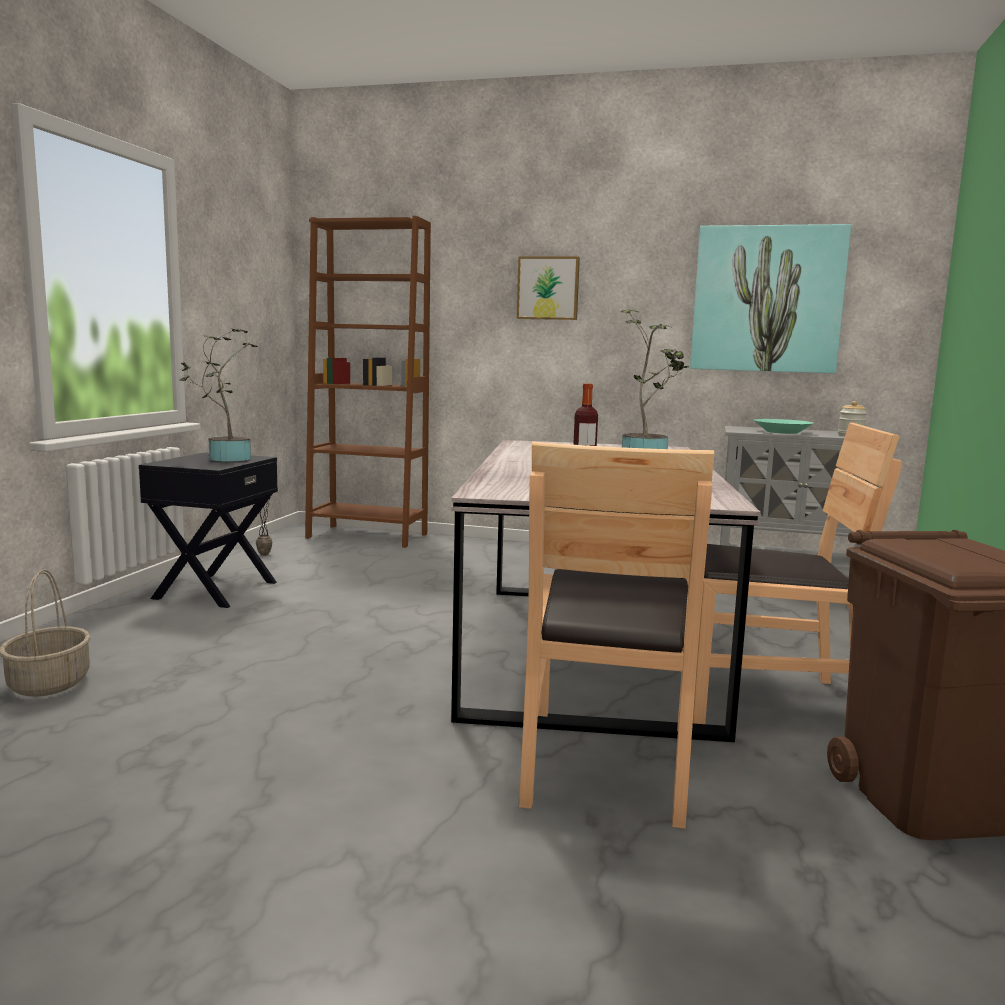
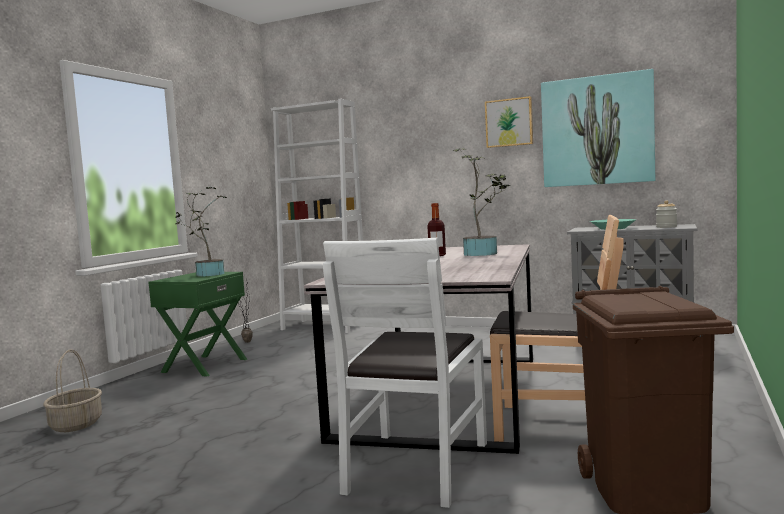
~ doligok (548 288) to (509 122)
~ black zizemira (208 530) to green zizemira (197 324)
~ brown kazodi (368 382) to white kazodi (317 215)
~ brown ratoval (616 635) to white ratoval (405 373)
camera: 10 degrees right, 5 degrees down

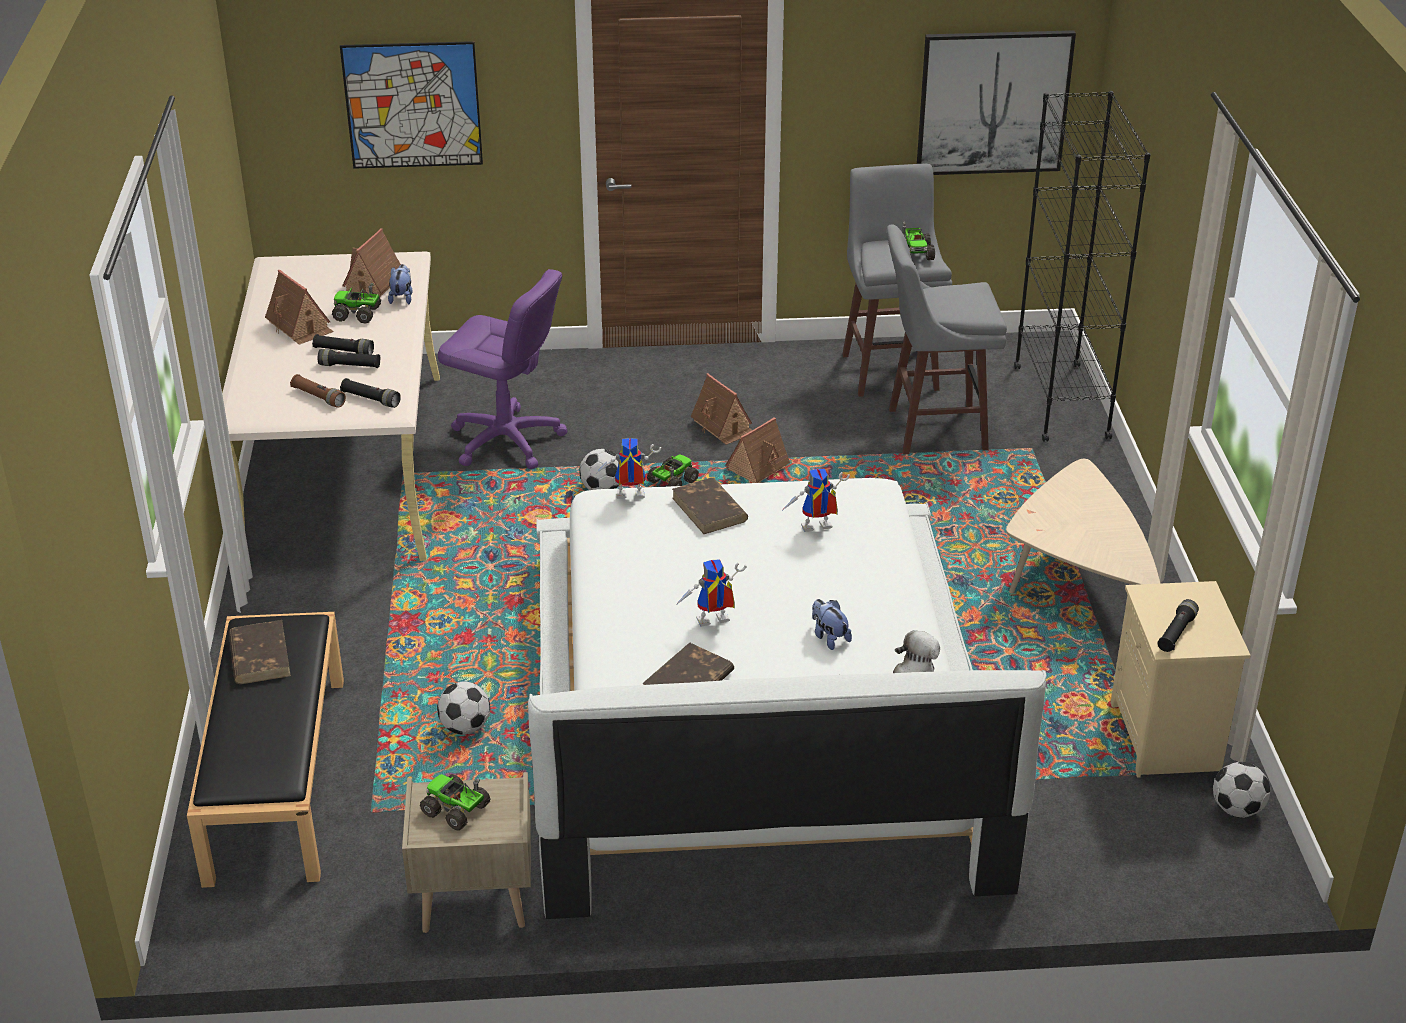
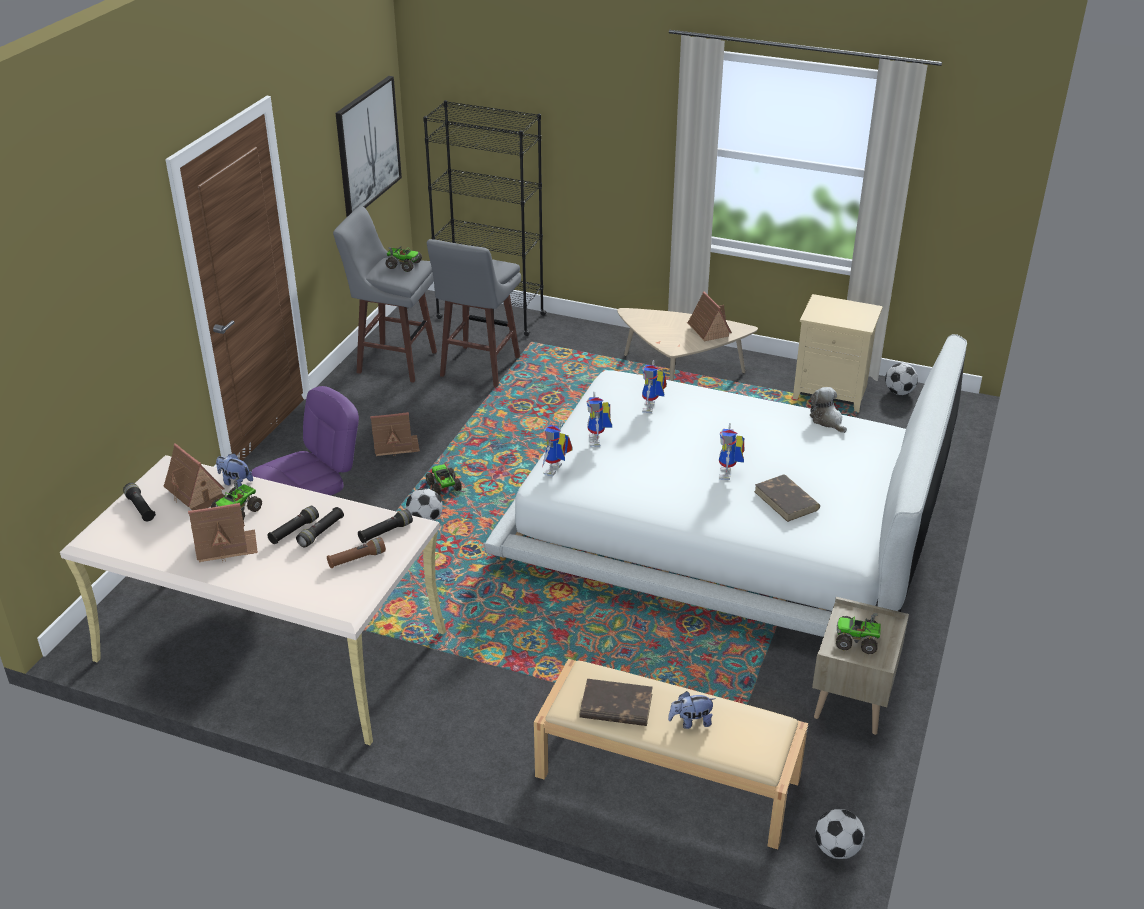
- doligok (411 105)
~ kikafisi (463 708) to (840 834)
~ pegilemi (757 450) to (709 316)
~ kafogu (832 624) to (692 710)
~ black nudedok (1178 625) to (139 502)
~ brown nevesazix (710 505) to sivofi (599 419)
~ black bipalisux (265 750) to beige bipalisux (671 754)
~ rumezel (455 802) = (858 633) 45 degrees clockwise
camera: 65 degrees left, 0 degrees up

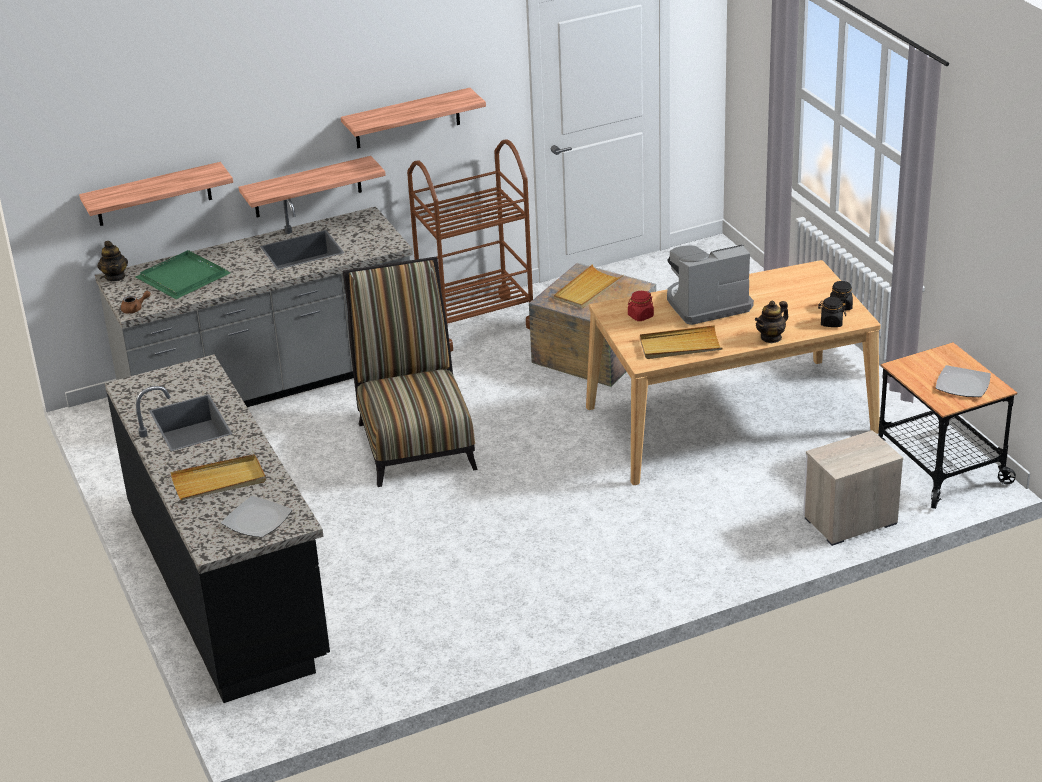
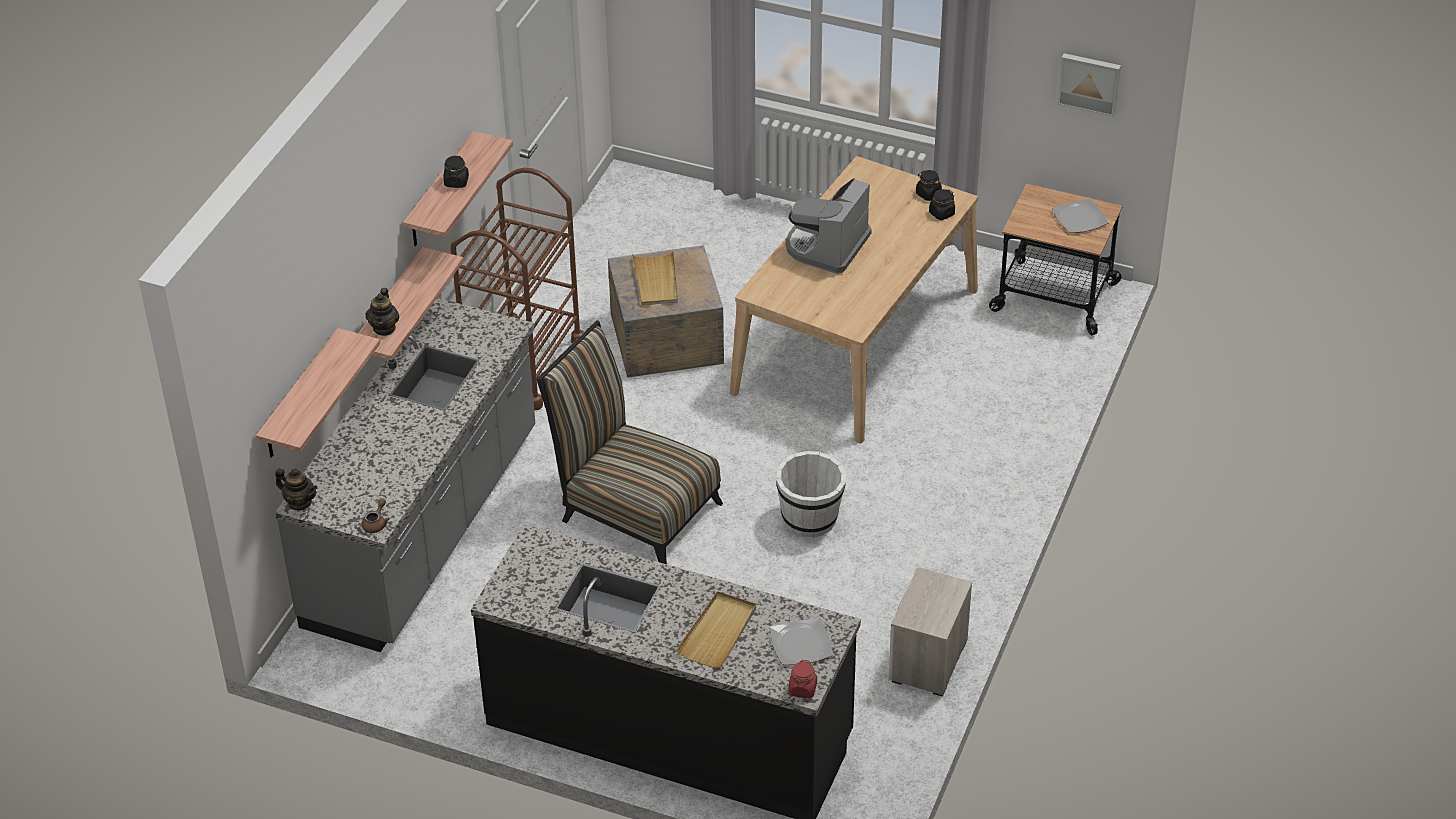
- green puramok (183 274)
- beige puramok (681 342)
+ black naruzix (456 171)
+ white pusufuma (811 494)
+ doligok (1089 85)
~ red naruzix (641 306) to (803 679)
~ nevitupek (772 322) to (383 312)
~ zizemira (853 488) to (930 632)
camera: 45 degrees left, 10 degrees up

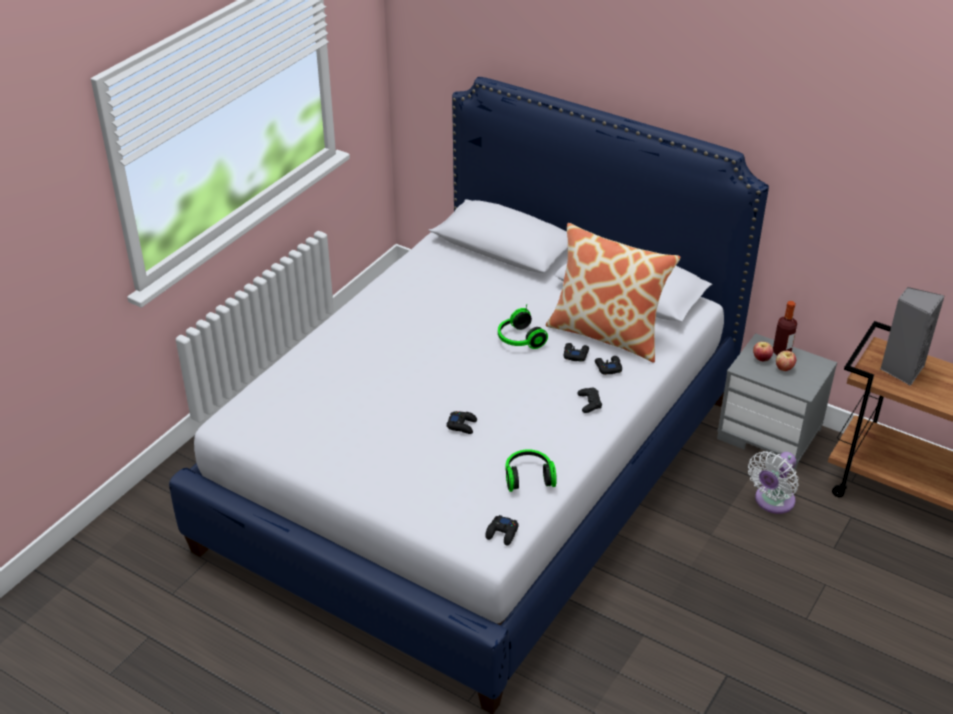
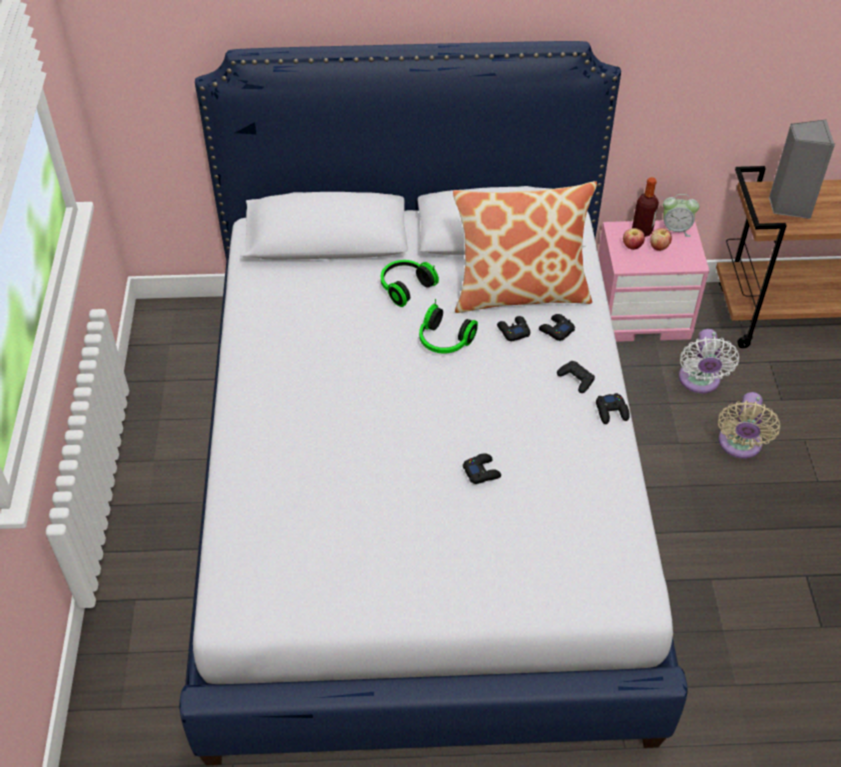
+ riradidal (681 215)
+ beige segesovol (749 425)
~ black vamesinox (502 530) to (613 408)
~ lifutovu (531 470) to (410 283)
~ grey zizemira (777 401) to pink zizemira (654 281)
camera: 35 degrees left, 10 degrees up

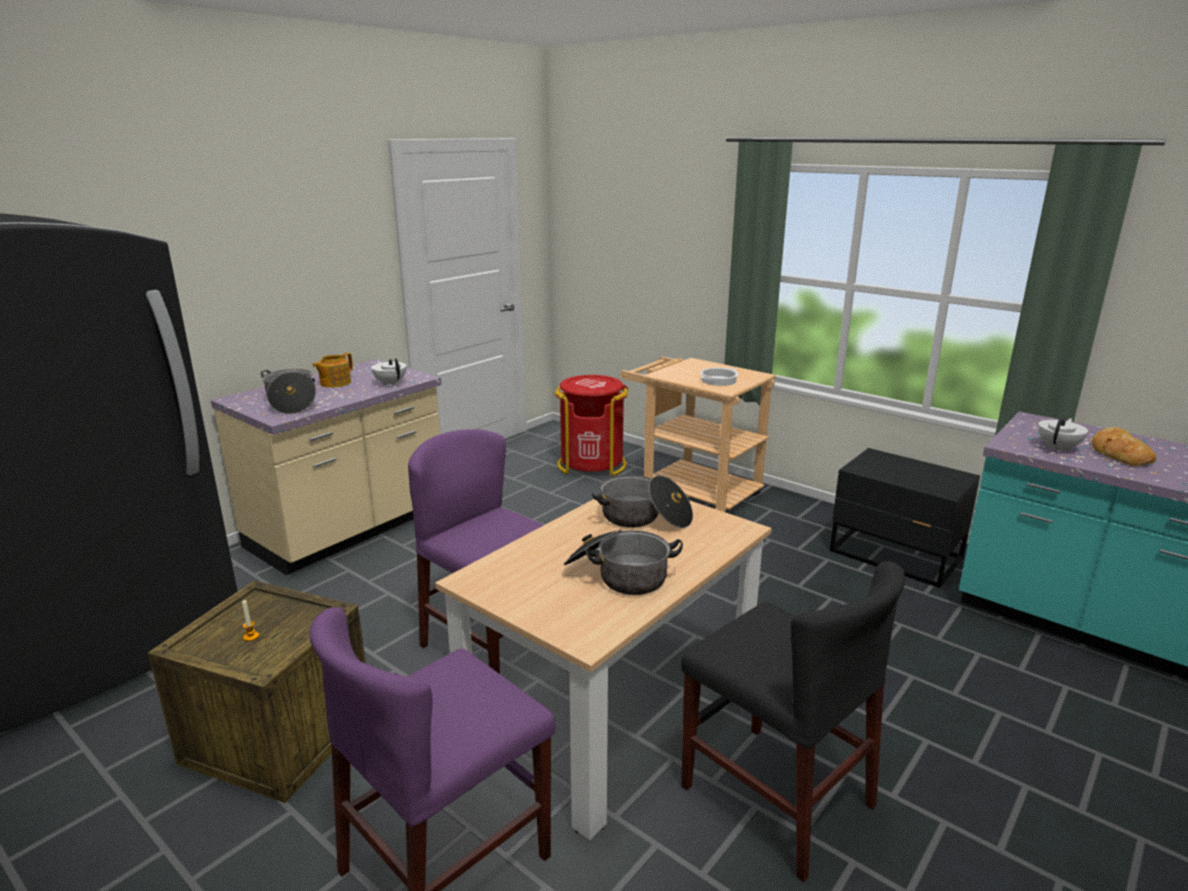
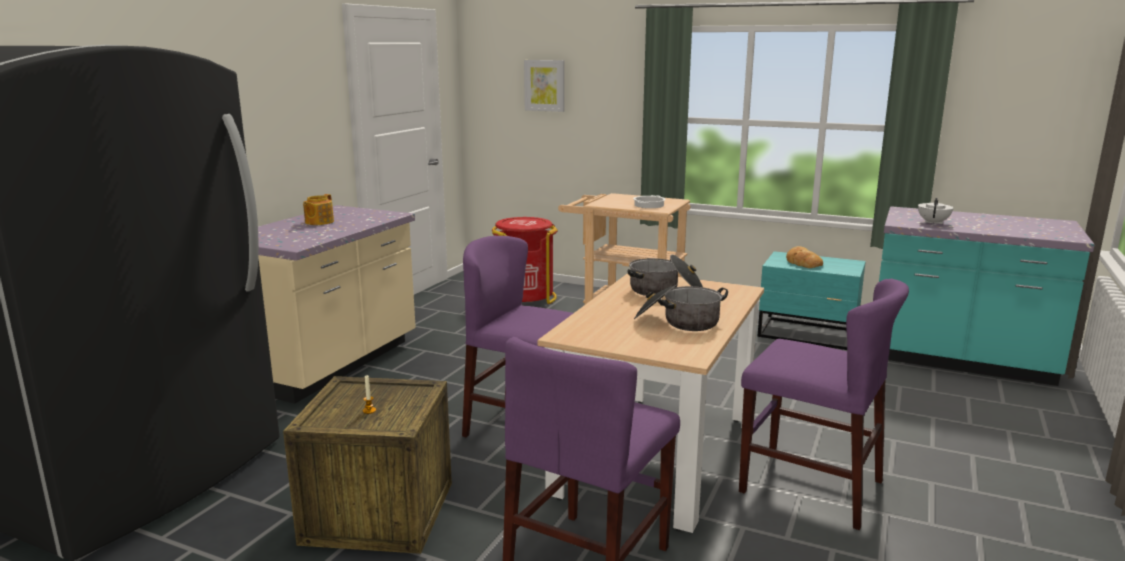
- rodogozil (288 391)
- white nevitupek (388 372)
+ doligok (544 86)
~ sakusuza (1124 446) to (804 257)
~ black ratoval (793 721) to purple ratoval (824 404)
~ black zizemira (905 518) to turquoise zizemira (811 300)
camera: 15 degrees left, 5 degrees down

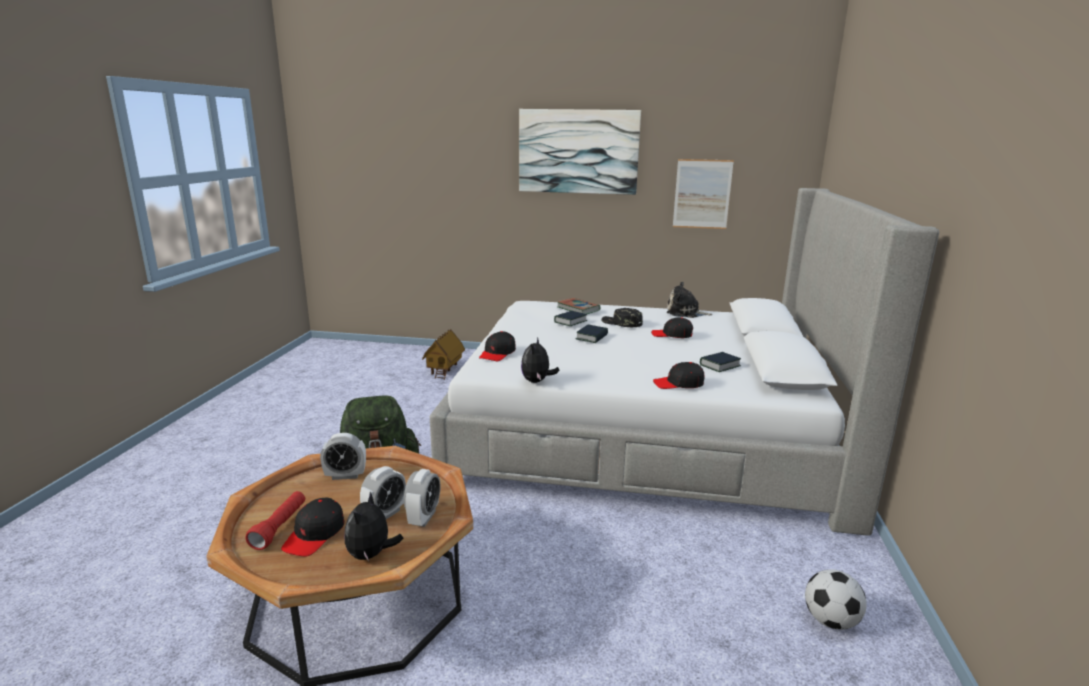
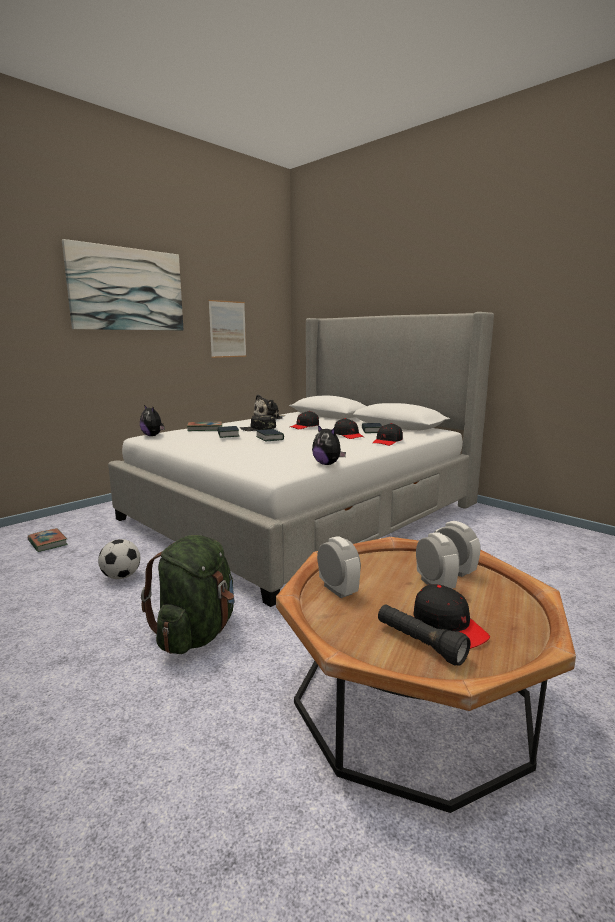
~ kafogu (374 526) to (152 420)
~ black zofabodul (497 346) to (349 428)
~ kikafisi (836 599) to (119 559)
~ pegilemi (443 354) to nevesazix (47 540)
~ red nudedok (275 520) to black nudedok (424 635)
~ riradidal (343 456) = (339 567) 60 degrees counterclockwise
camera: 55 degrees left, 5 degrees down

